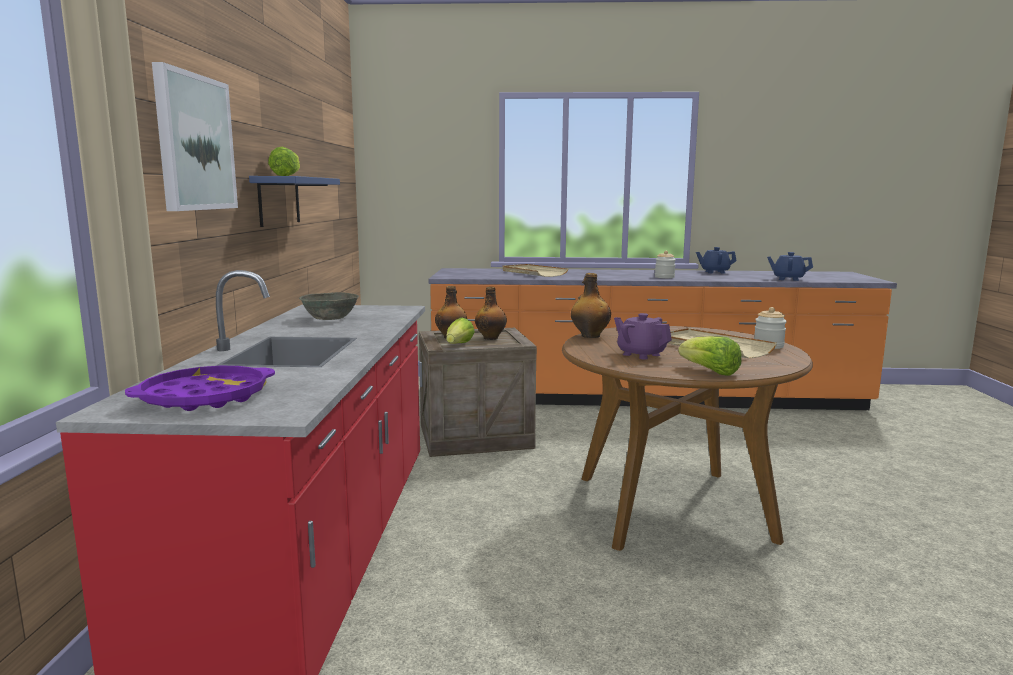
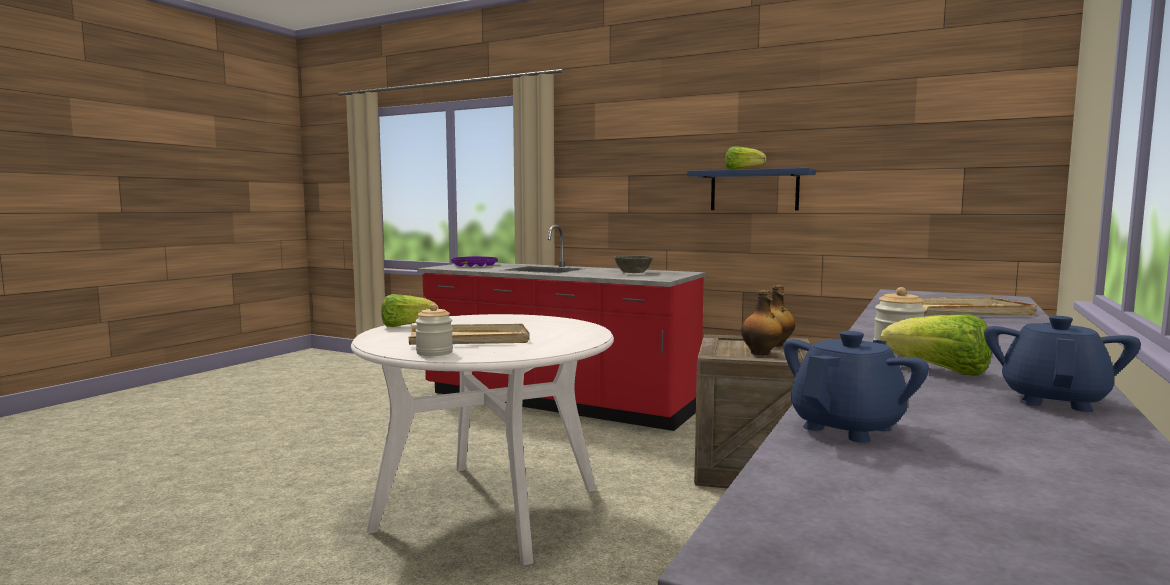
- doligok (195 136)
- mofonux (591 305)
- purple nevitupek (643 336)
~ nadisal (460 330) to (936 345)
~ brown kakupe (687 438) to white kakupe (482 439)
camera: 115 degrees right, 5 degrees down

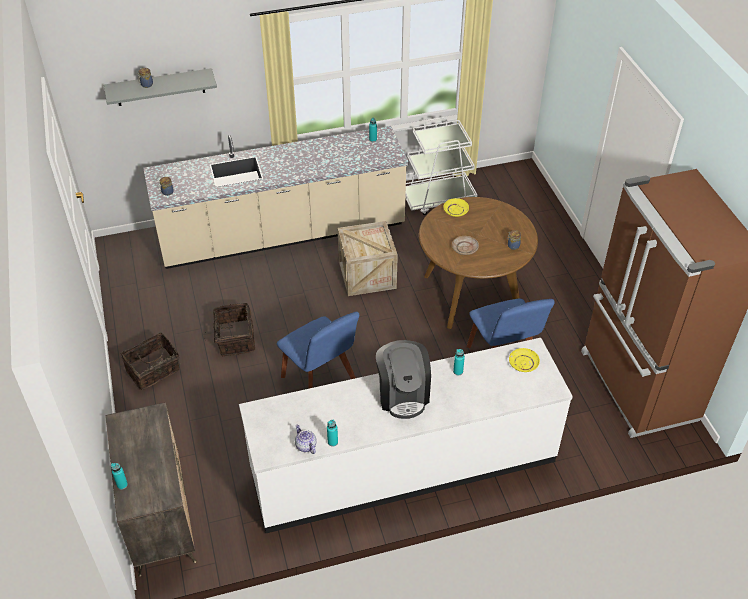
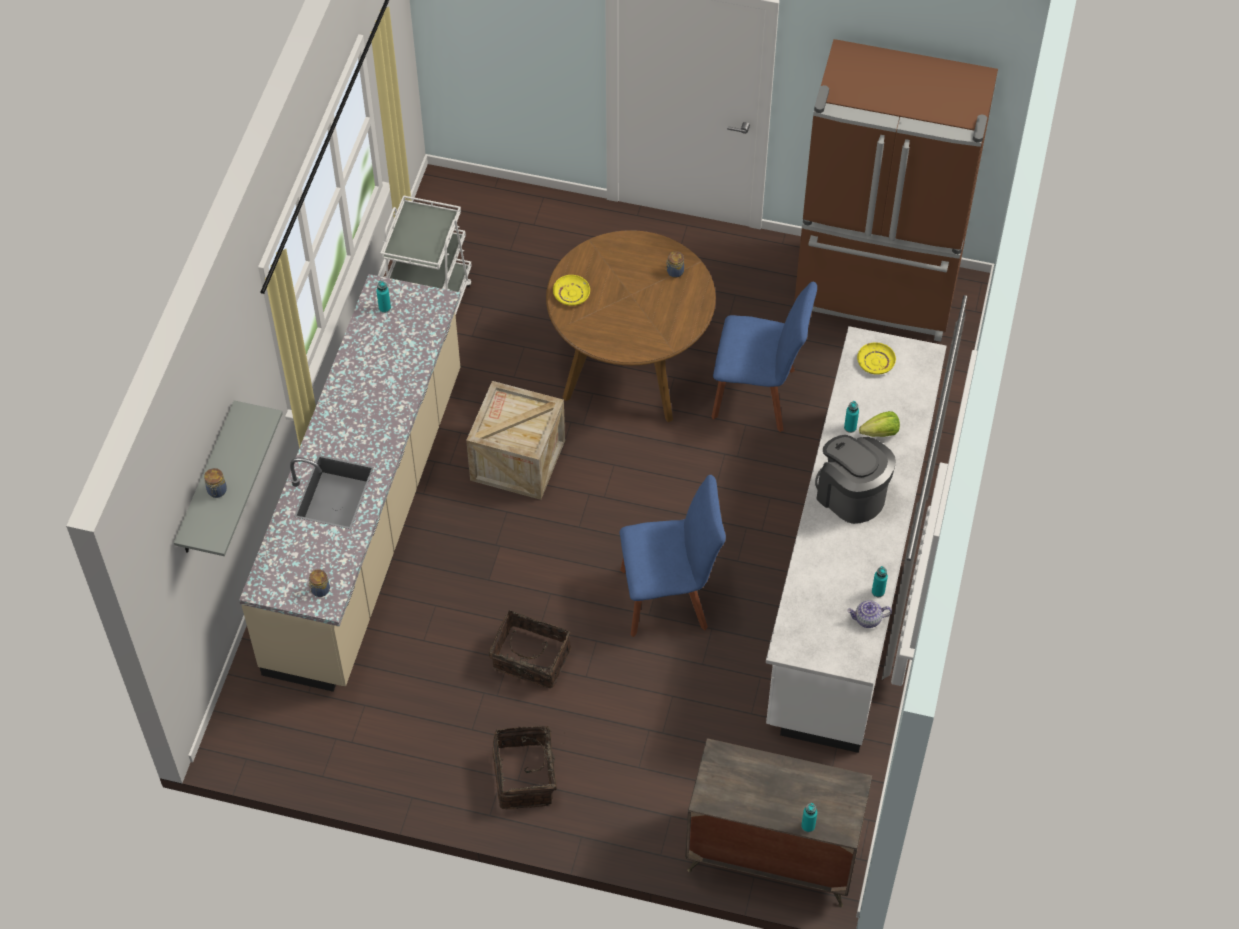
- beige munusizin (465 245)
+ nadisal (879 424)
~ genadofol (403 379) = (855 479) 150 degrees counterclockwise
camera: 60 degrees left, 10 degrees up

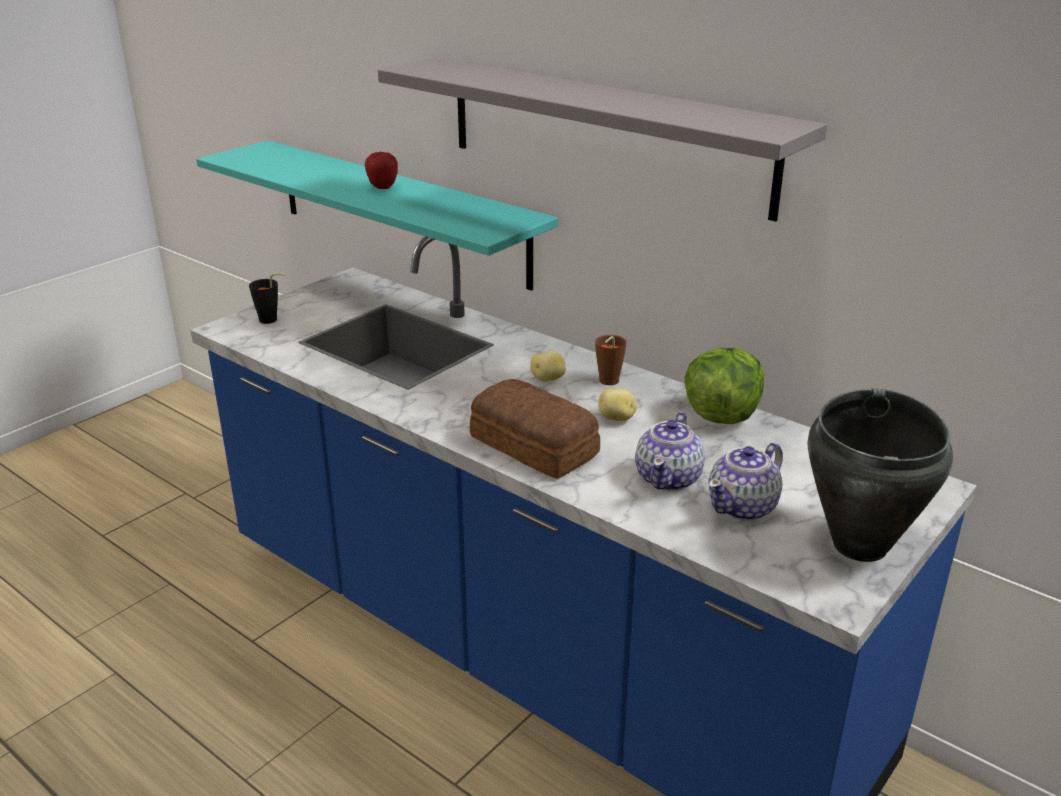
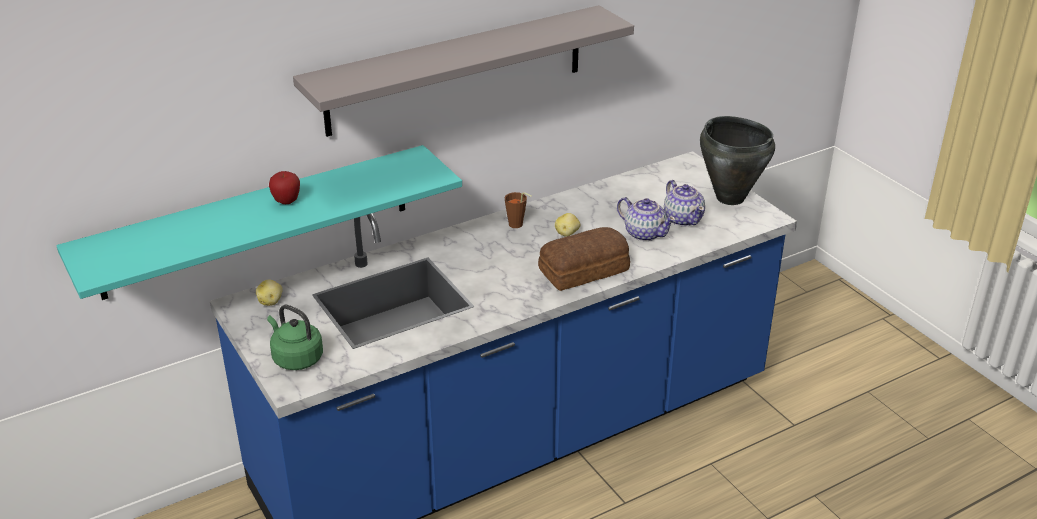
- nadisal (724 386)
~ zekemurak (548 366) to (269 293)
~ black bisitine (267 298) to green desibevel (295 337)
camera: 70 degrees left, 5 degrees up

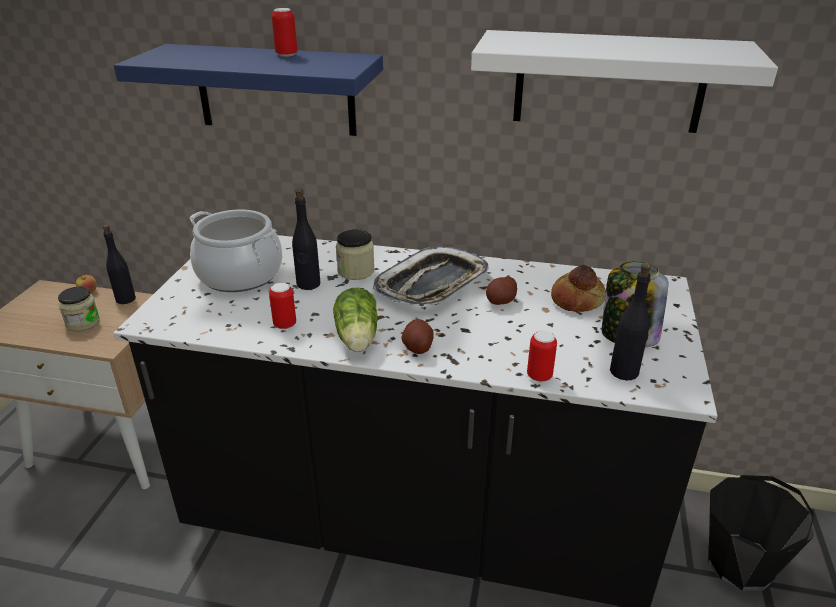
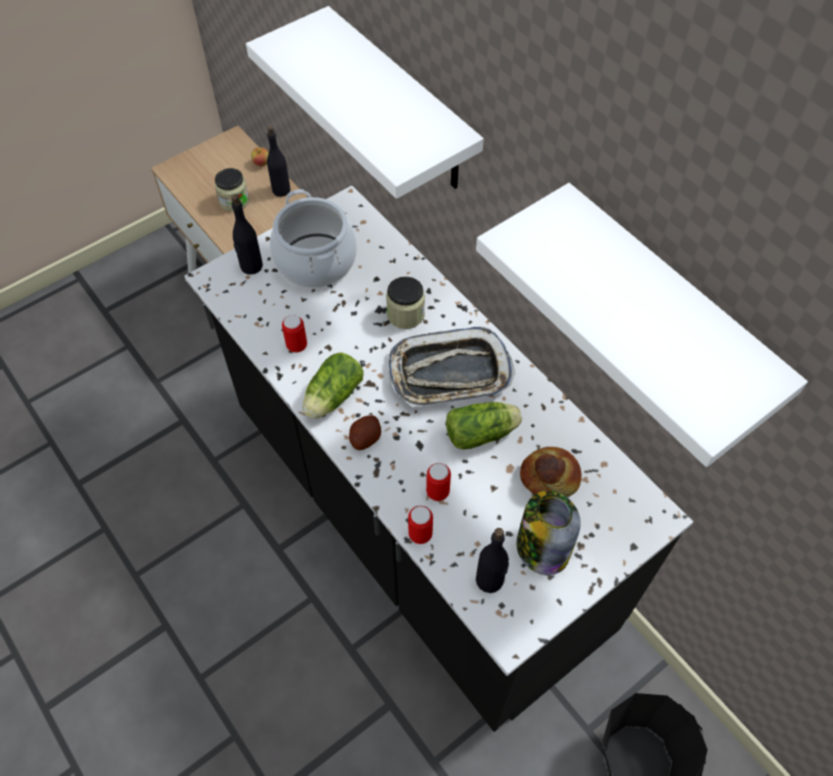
~ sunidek (284 32) to (438 482)
~ black mofonux (306 239) to (247 234)
~ zekemurak (501 290) to nadisal (484 426)
~ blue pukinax (248 90) to white pukinax (365 102)
camera: 40 degrees right, 25 degrees up

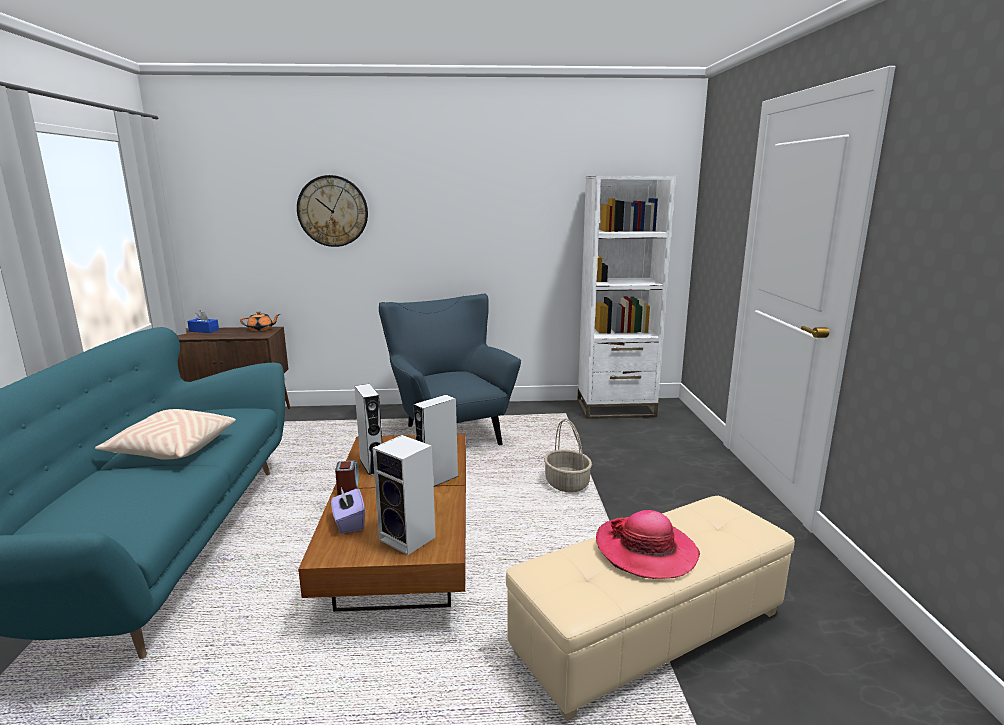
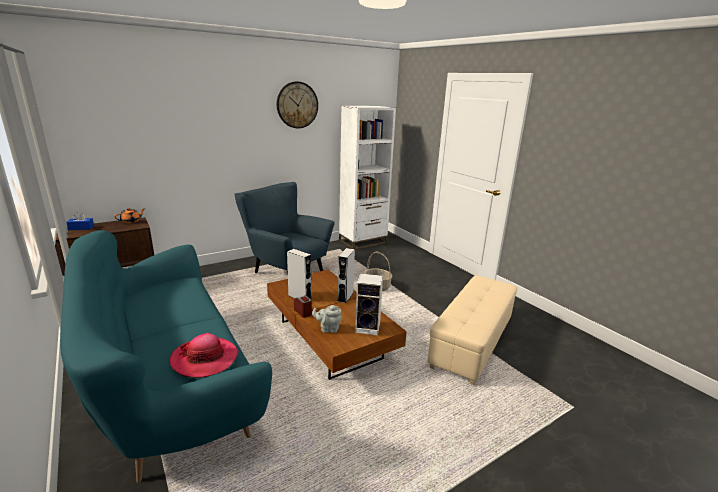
- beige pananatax (165 434)
~ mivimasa (332 211) to (297 105)
~ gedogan (648 544) to (204 355)
~ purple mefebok (348 510) to grey nevitupek (327 319)
camera: 30 degrees left, 5 degrees up

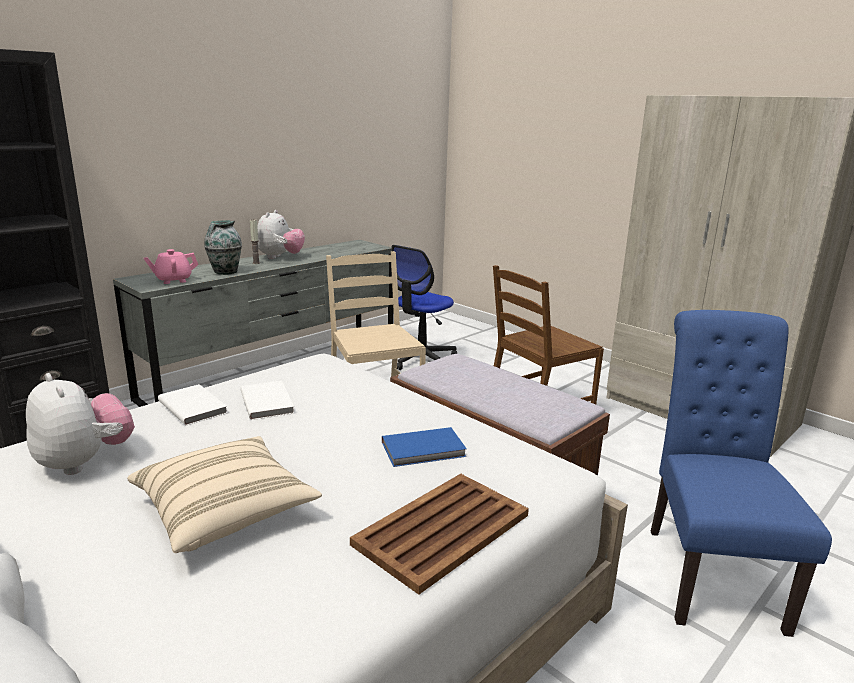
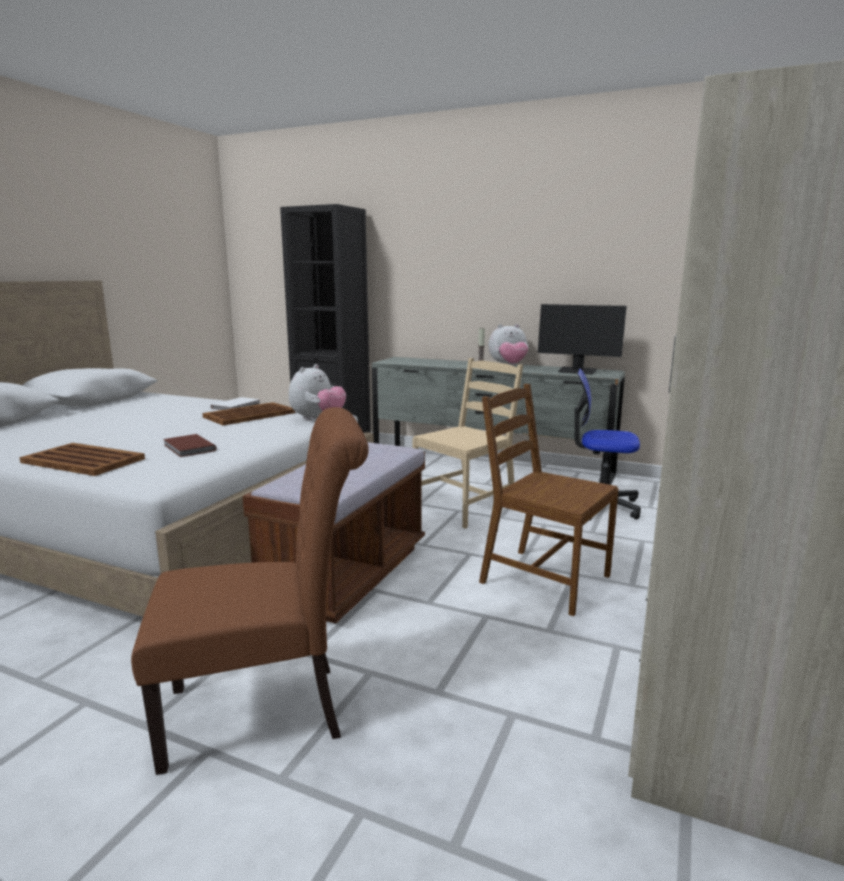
- beige pananatax (224 494)
- pink nevitupek (171 266)
- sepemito (223 247)
+ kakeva (582 339)
~ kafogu (80 424) to (317 392)
~ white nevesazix (267 400) to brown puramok (249 414)
~ blue nevesazix (424 447) to brown nevesazix (190 445)
~ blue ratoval (741 473) to brown ratoval (250 591)
camera: 70 degrees right, 5 degrees down

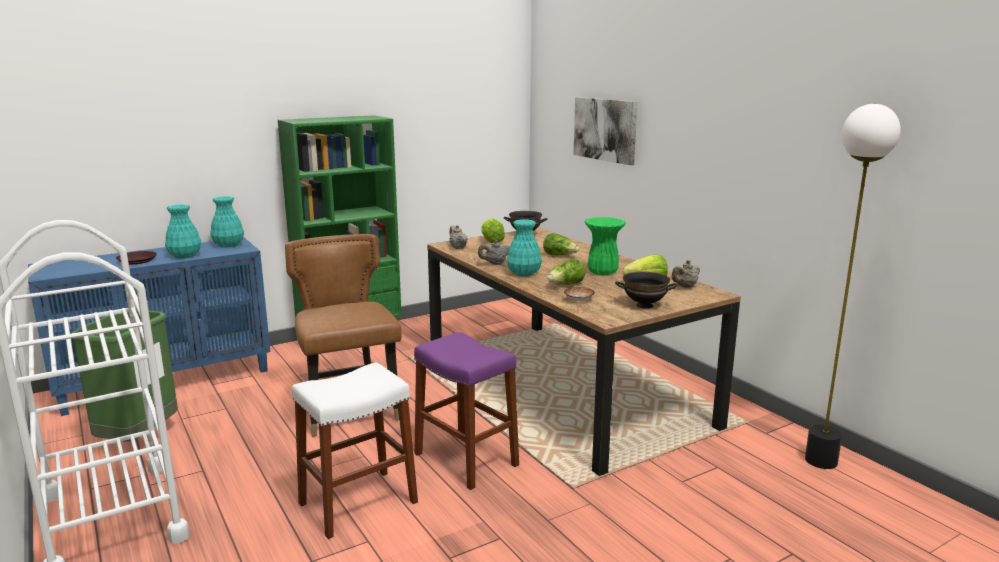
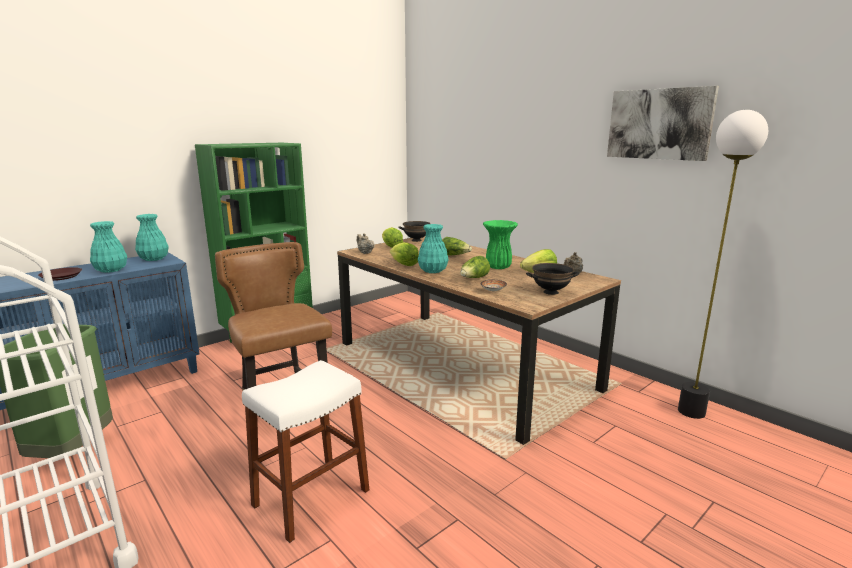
- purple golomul (466 411)
~ doligok (605 131) to (663 123)
~ grey nevitupek (493 252) to nadisal (404 254)
camera: 10 degrees left, 0 degrees up

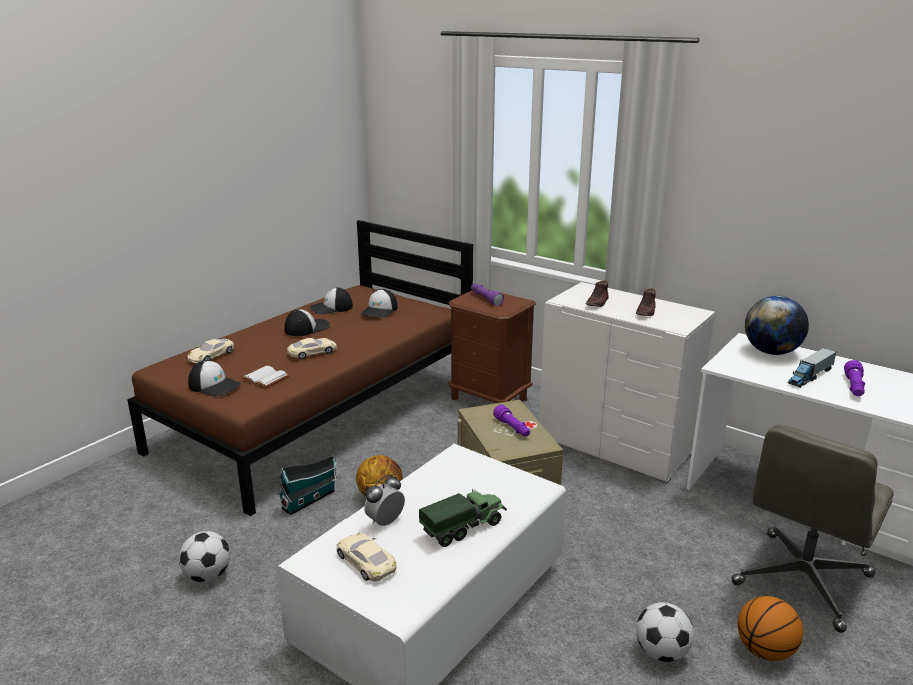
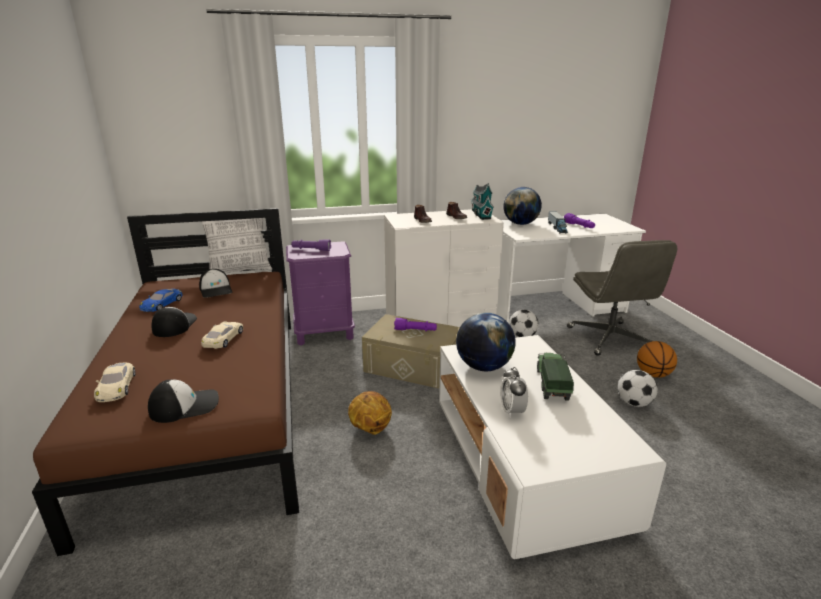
- white nevesazix (266 377)
- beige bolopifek (367 557)
+ pananatax (236 246)
+ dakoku (485 341)
~ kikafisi (204 556) to (524 323)
~ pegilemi (307 485) to (482 201)
~ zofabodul (331 300) to blue bolopifek (160 300)
~ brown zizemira (492 346) to purple zizemira (320 293)
camera: 50 degrees left, 0 degrees up

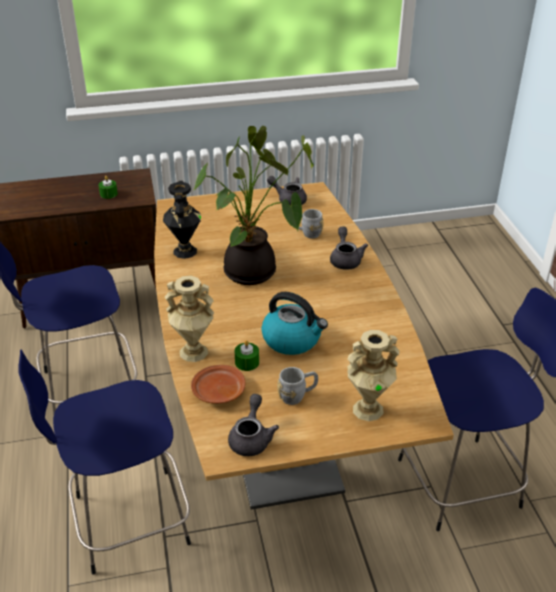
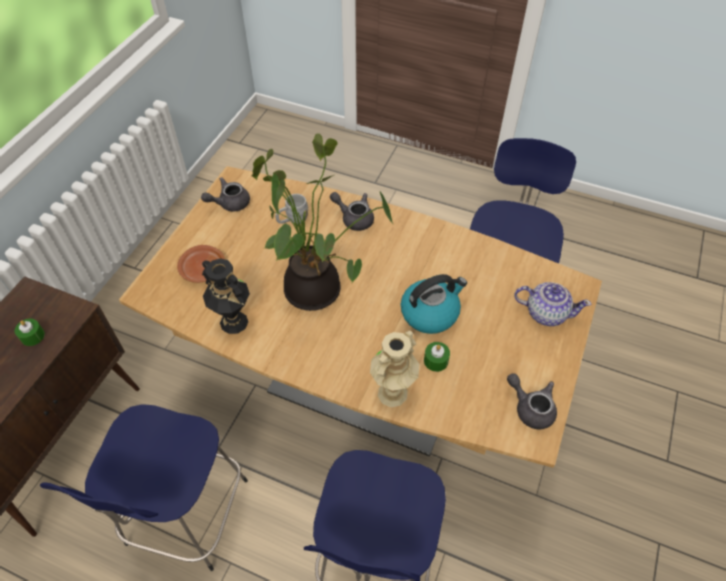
- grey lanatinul (297 386)
~ brown munusizin (218 384) to (201 264)
~ beige sepemito (373 375) to nevitupek (552 304)
camera: 55 degrees left, 15 degrees up

